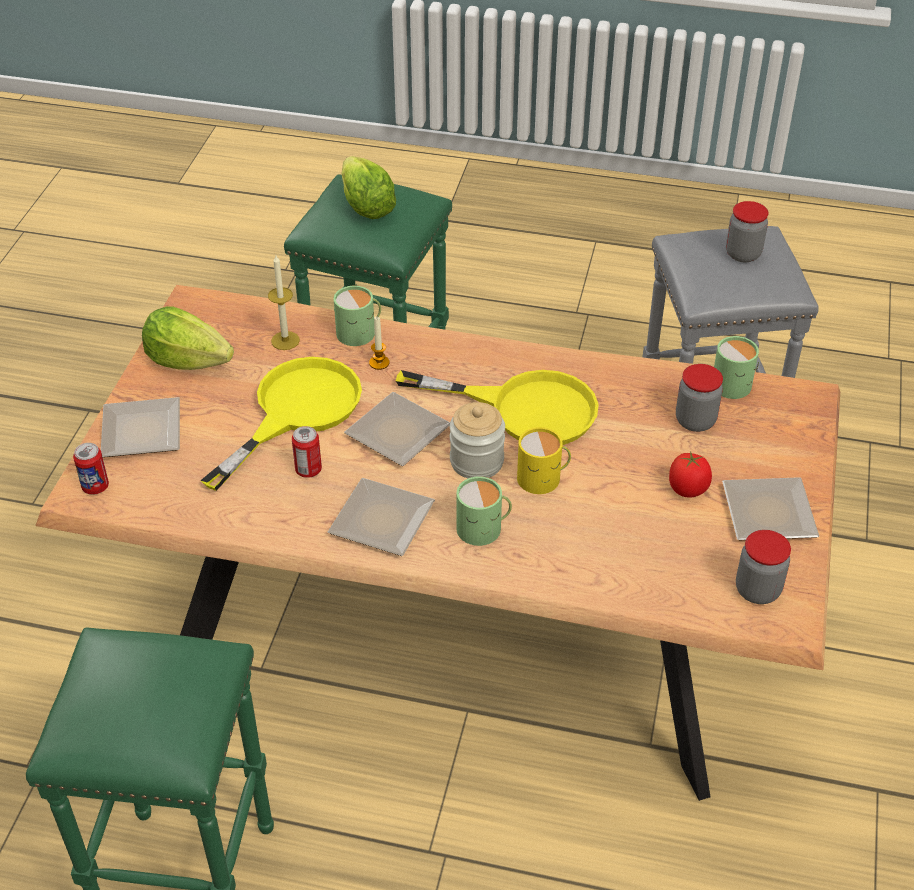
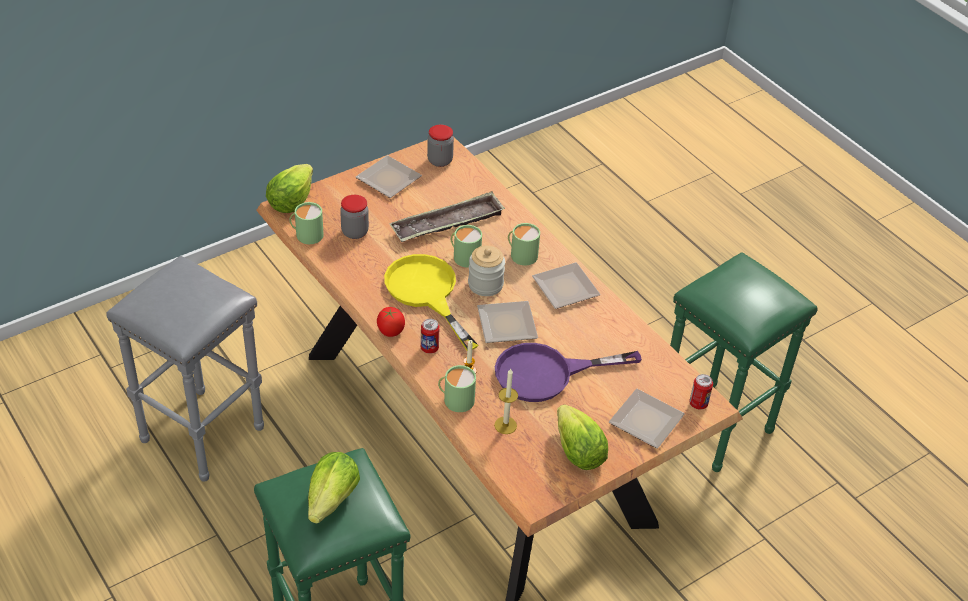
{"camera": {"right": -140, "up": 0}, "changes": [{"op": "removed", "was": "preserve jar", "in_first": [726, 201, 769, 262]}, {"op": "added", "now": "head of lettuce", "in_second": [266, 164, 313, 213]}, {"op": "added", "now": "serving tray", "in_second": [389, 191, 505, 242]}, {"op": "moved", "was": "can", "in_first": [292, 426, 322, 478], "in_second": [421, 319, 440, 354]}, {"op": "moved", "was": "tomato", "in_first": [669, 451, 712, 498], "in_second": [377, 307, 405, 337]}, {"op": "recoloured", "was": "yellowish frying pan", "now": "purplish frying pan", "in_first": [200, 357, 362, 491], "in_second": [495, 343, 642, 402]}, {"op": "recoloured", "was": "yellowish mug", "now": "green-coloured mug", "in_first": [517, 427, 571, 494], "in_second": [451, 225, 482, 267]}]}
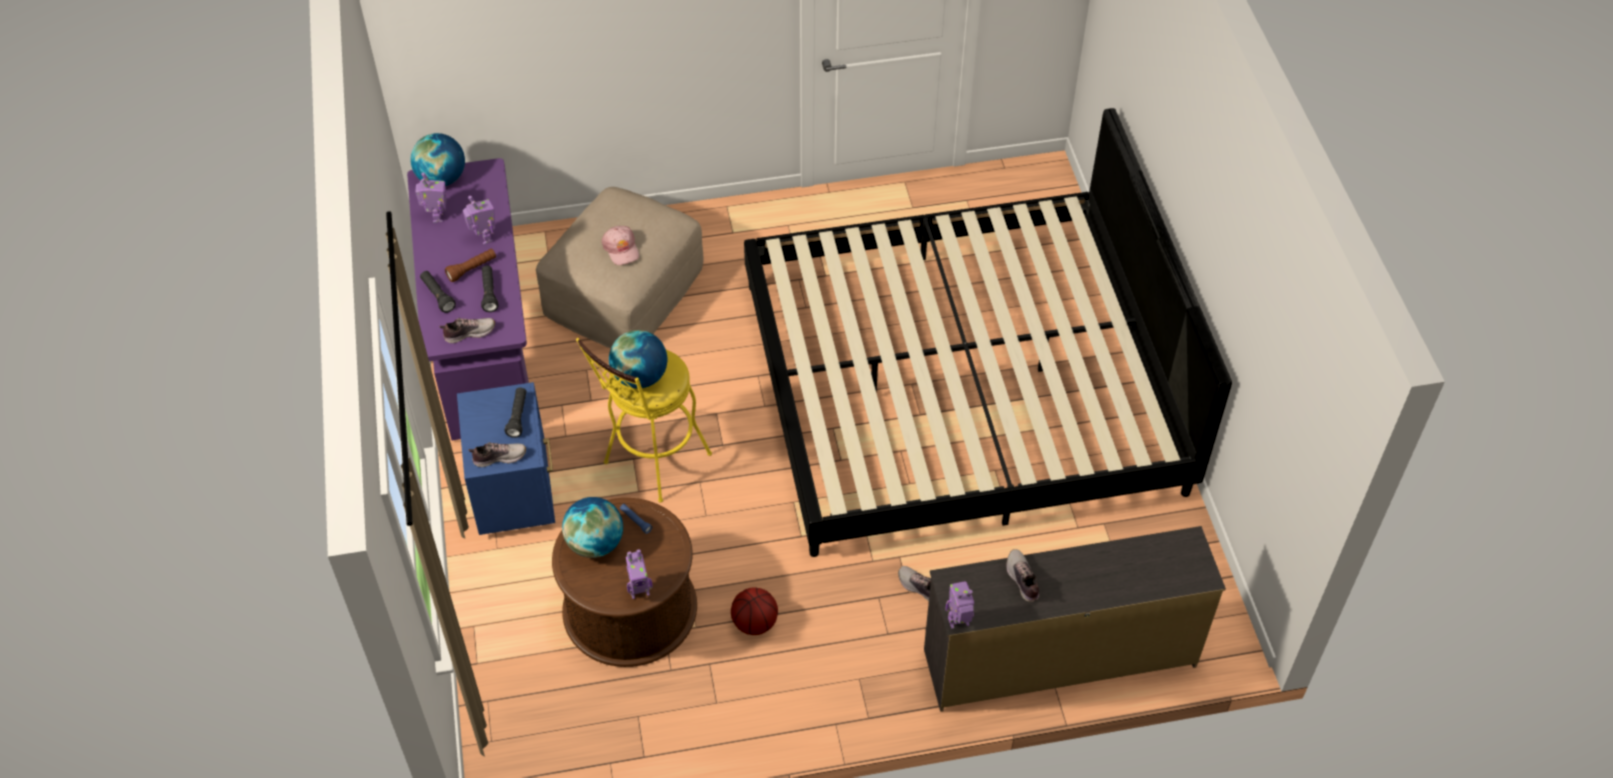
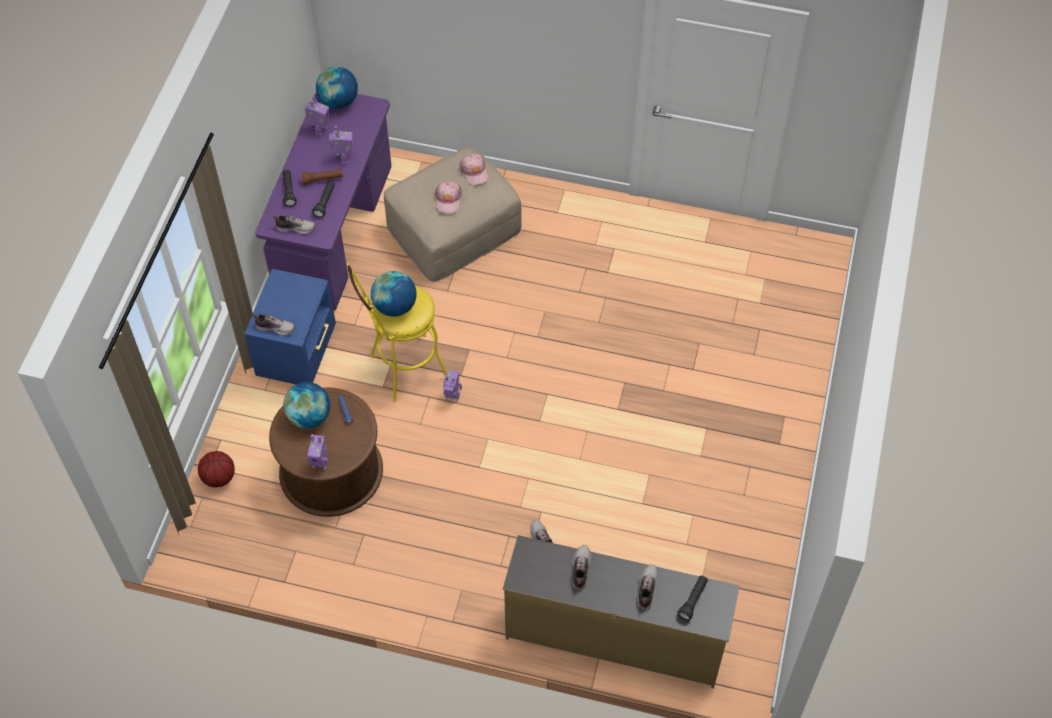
{"camera": {"right": 25, "up": 5}, "changes": [{"op": "removed", "was": "sleeping bed", "in_first": [744, 108, 1232, 557]}, {"op": "added", "now": "pink-coloured baseball cap", "in_second": [459, 154, 489, 185]}, {"op": "added", "now": "item of footwear", "in_second": [638, 565, 658, 609]}, {"op": "moved", "was": "blackish flashlight", "in_first": [505, 388, 526, 438], "in_second": [678, 576, 708, 621]}, {"op": "moved", "was": "ball for basketball", "in_first": [731, 587, 778, 635], "in_second": [198, 451, 235, 487]}, {"op": "moved", "was": "toy robot", "in_first": [945, 581, 974, 629], "in_second": [443, 370, 462, 402]}]}
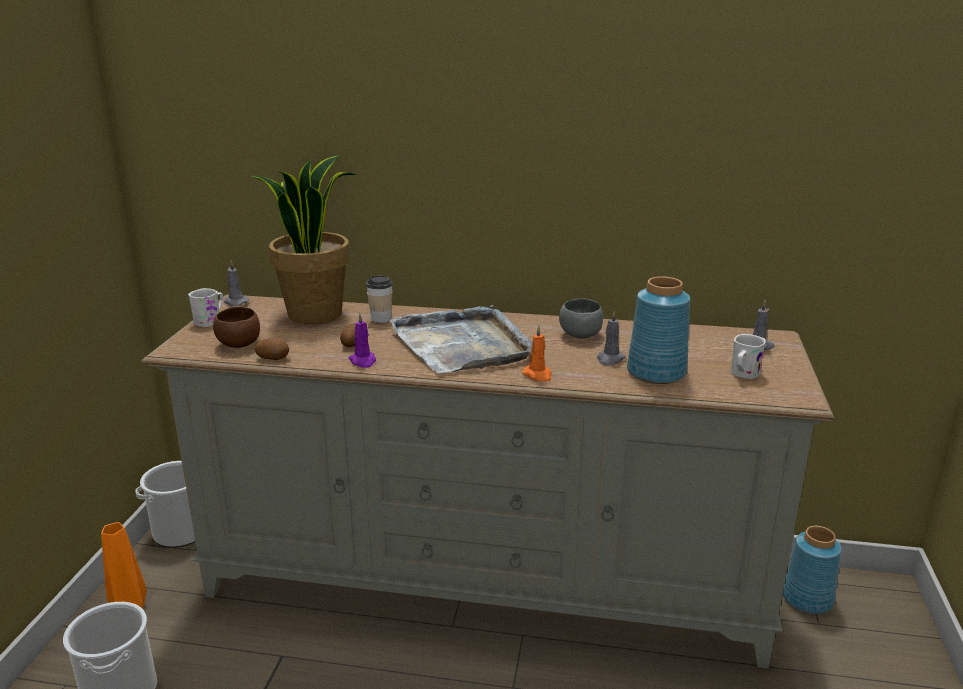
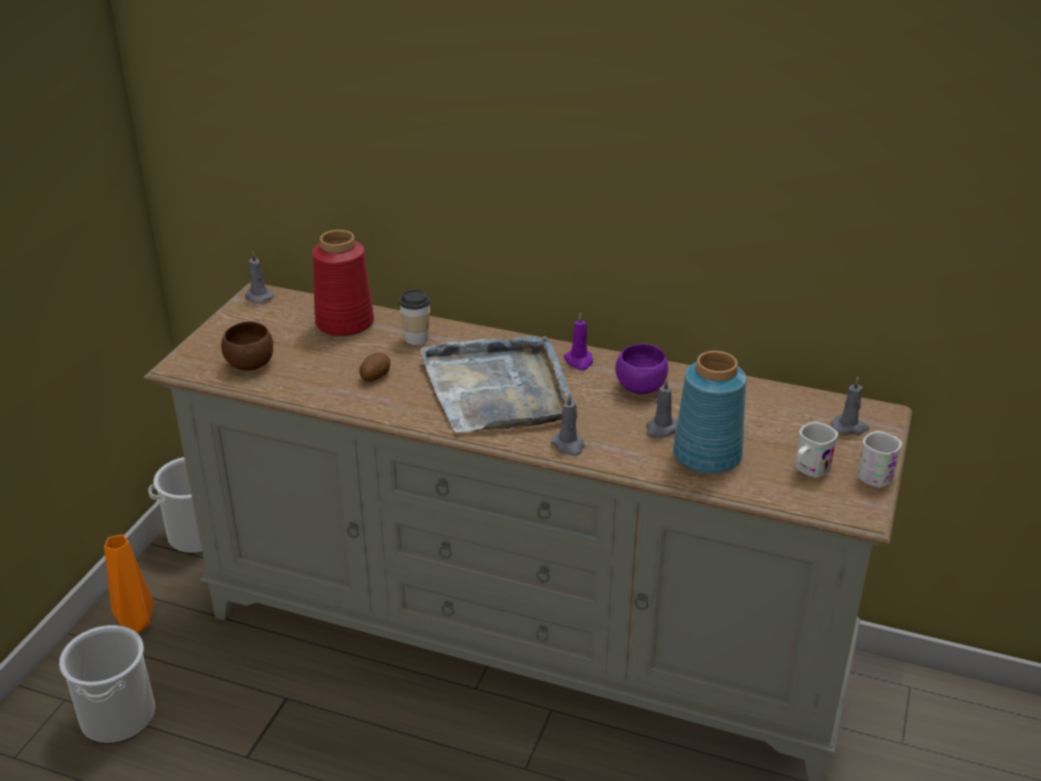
{"camera": {"right": 10, "up": 10}, "changes": [{"op": "removed", "was": "potato", "in_first": [255, 337, 289, 360]}, {"op": "removed", "was": "blue vase", "in_first": [783, 526, 842, 614]}, {"op": "moved", "was": "whitish mug", "in_first": [188, 288, 224, 327], "in_second": [857, 431, 902, 487]}, {"op": "moved", "was": "purplish wax candle", "in_first": [348, 313, 376, 368], "in_second": [564, 312, 593, 370]}, {"op": "replaced", "was": "plant in a pot", "now": "red-coloured vase", "in_first": [252, 155, 357, 324], "in_second": [312, 230, 374, 336]}, {"op": "recoloured", "was": "orange wax candle", "now": "greyish wax candle", "in_first": [522, 325, 552, 382], "in_second": [551, 393, 585, 456]}, {"op": "recoloured", "was": "greyish deep dish", "now": "purplish deep dish", "in_first": [559, 298, 603, 338], "in_second": [616, 344, 668, 394]}]}
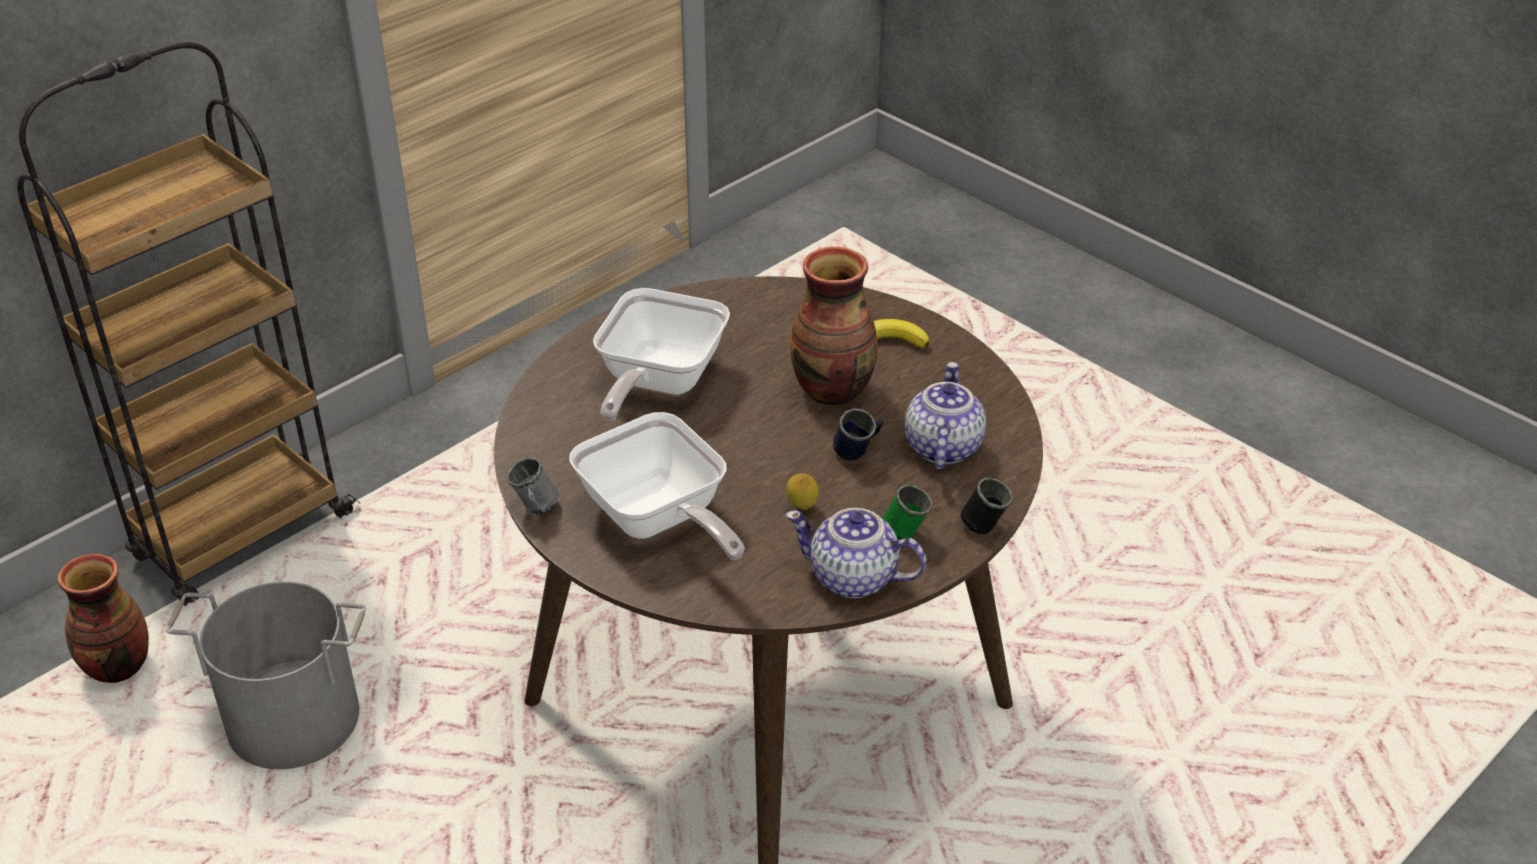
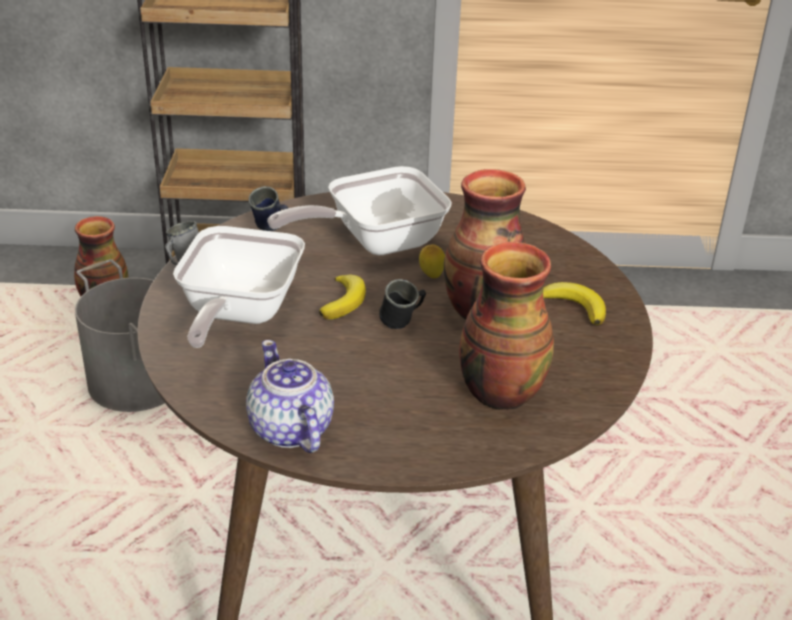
{"camera": {"right": 45, "up": -5}, "changes": [{"op": "removed", "was": "green-coloured mug", "in_first": [882, 484, 932, 540]}, {"op": "added", "now": "banana", "in_second": [319, 275, 366, 319]}, {"op": "moved", "was": "citrus fruit", "in_first": [787, 473, 818, 510], "in_second": [419, 245, 445, 278]}, {"op": "moved", "was": "blue mug", "in_first": [833, 408, 883, 460], "in_second": [248, 186, 288, 231]}, {"op": "moved", "was": "blackish mug", "in_first": [961, 478, 1013, 534], "in_second": [379, 279, 426, 329]}, {"op": "replaced", "was": "tea pot", "now": "vase", "in_first": [905, 362, 986, 470], "in_second": [459, 242, 554, 410]}]}
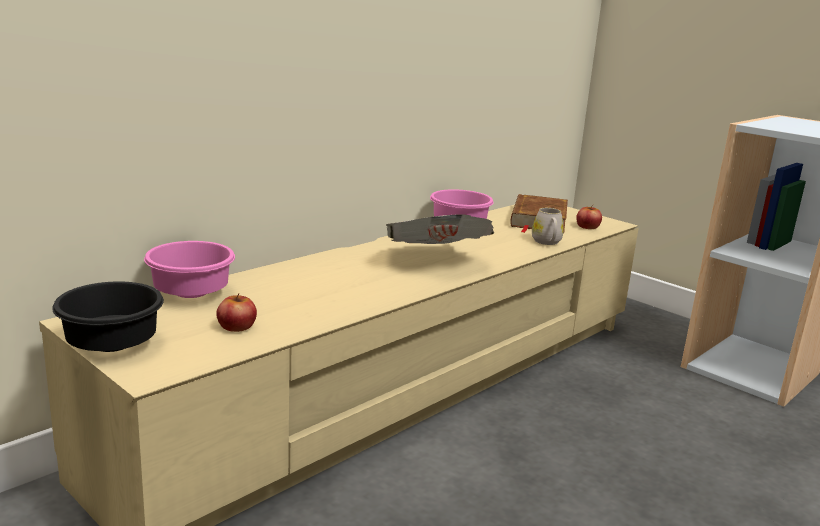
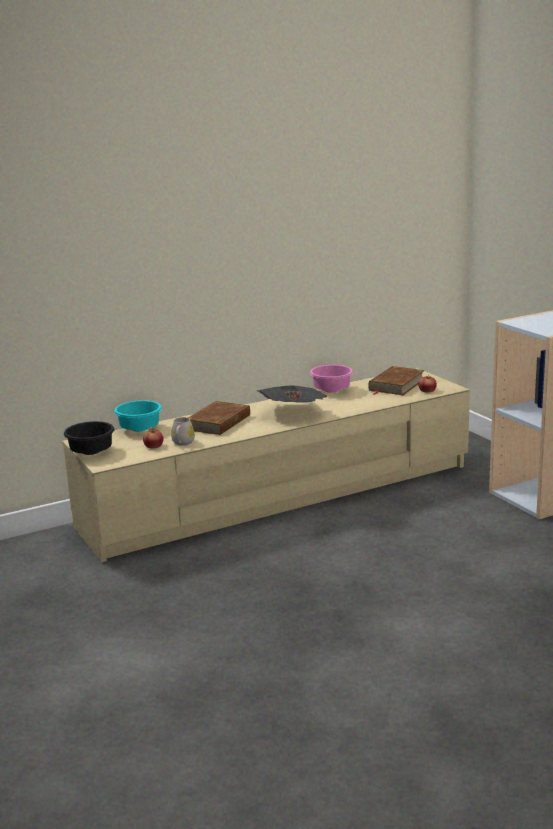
{"camera": {"right": 20, "up": 0}, "changes": [{"op": "added", "now": "brown-coloured book", "in_second": [188, 401, 250, 435]}, {"op": "moved", "was": "whitish mug", "in_first": [532, 208, 564, 245], "in_second": [171, 417, 195, 446]}, {"op": "recoloured", "was": "pink-coloured deep dish", "now": "turquoise-coloured deep dish", "in_first": [144, 241, 235, 298], "in_second": [114, 400, 162, 432]}]}
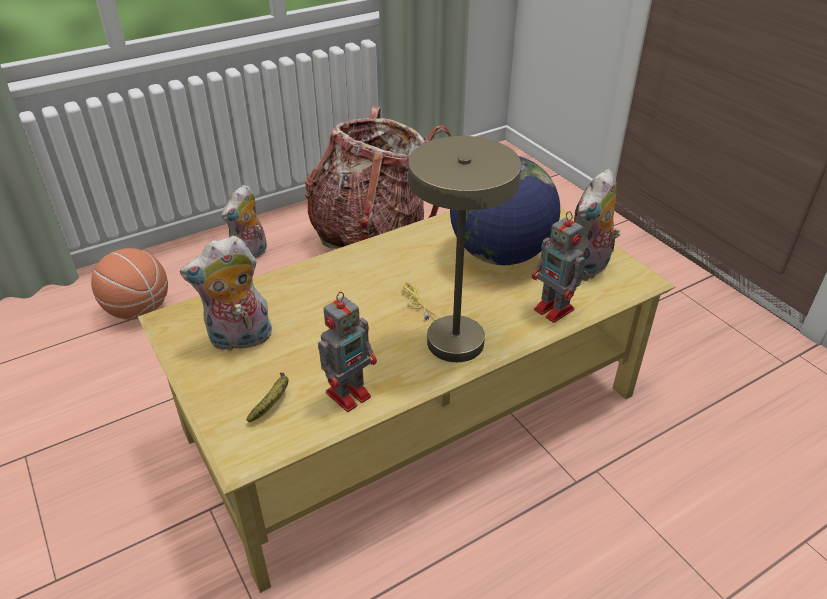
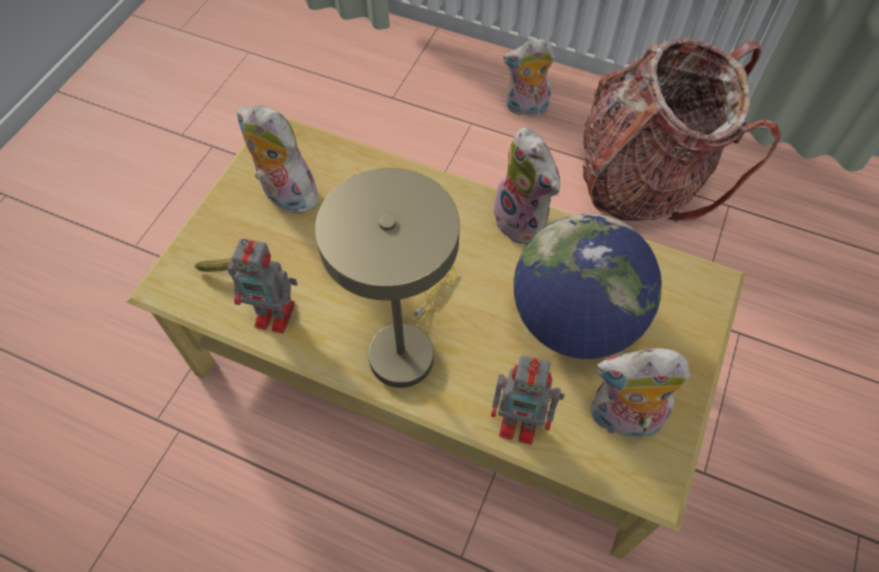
{"camera": {"right": 55, "up": 20}, "changes": [{"op": "removed", "was": "ball for basketball", "in_first": [91, 248, 168, 320]}, {"op": "added", "now": "cuddly toy", "in_second": [490, 128, 560, 244]}, {"op": "turned", "was": "toy robot", "in_first": [532, 211, 589, 323], "in_second": [491, 355, 565, 445], "clockwise": -90}]}
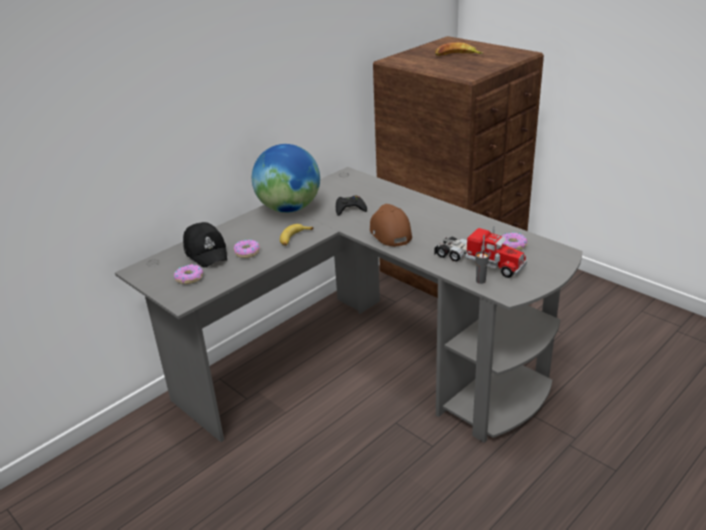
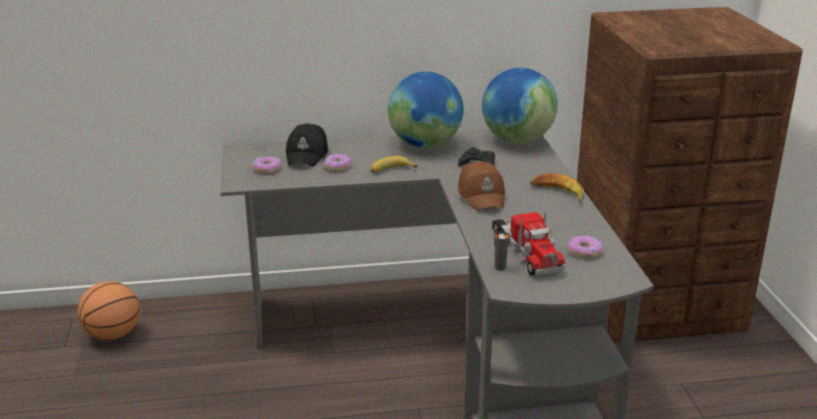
{"camera": {"right": 35, "up": -5}, "changes": [{"op": "added", "now": "ball for basketball", "in_second": [77, 281, 140, 340]}, {"op": "added", "now": "world globe", "in_second": [482, 68, 558, 143]}, {"op": "moved", "was": "banana", "in_first": [435, 42, 483, 56], "in_second": [530, 173, 584, 202]}, {"op": "turned", "was": "brown-coloured baseball cap", "in_first": [370, 204, 412, 247], "in_second": [458, 162, 505, 211], "clockwise": 150}]}
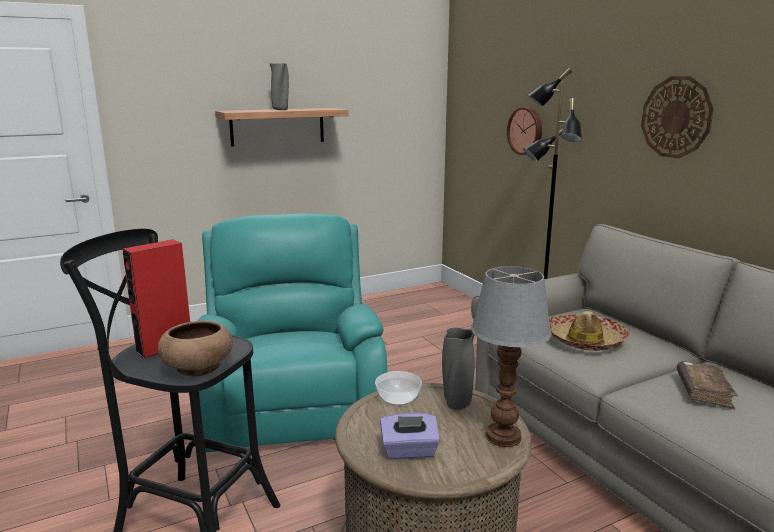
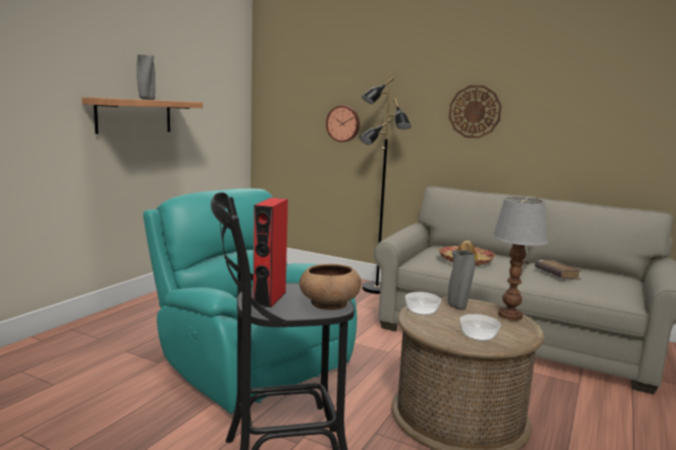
{"camera": {"right": -35, "up": -5}, "changes": [{"op": "replaced", "was": "purplish tissue box", "now": "deep dish", "in_first": [380, 413, 440, 460], "in_second": [460, 314, 501, 341]}]}
